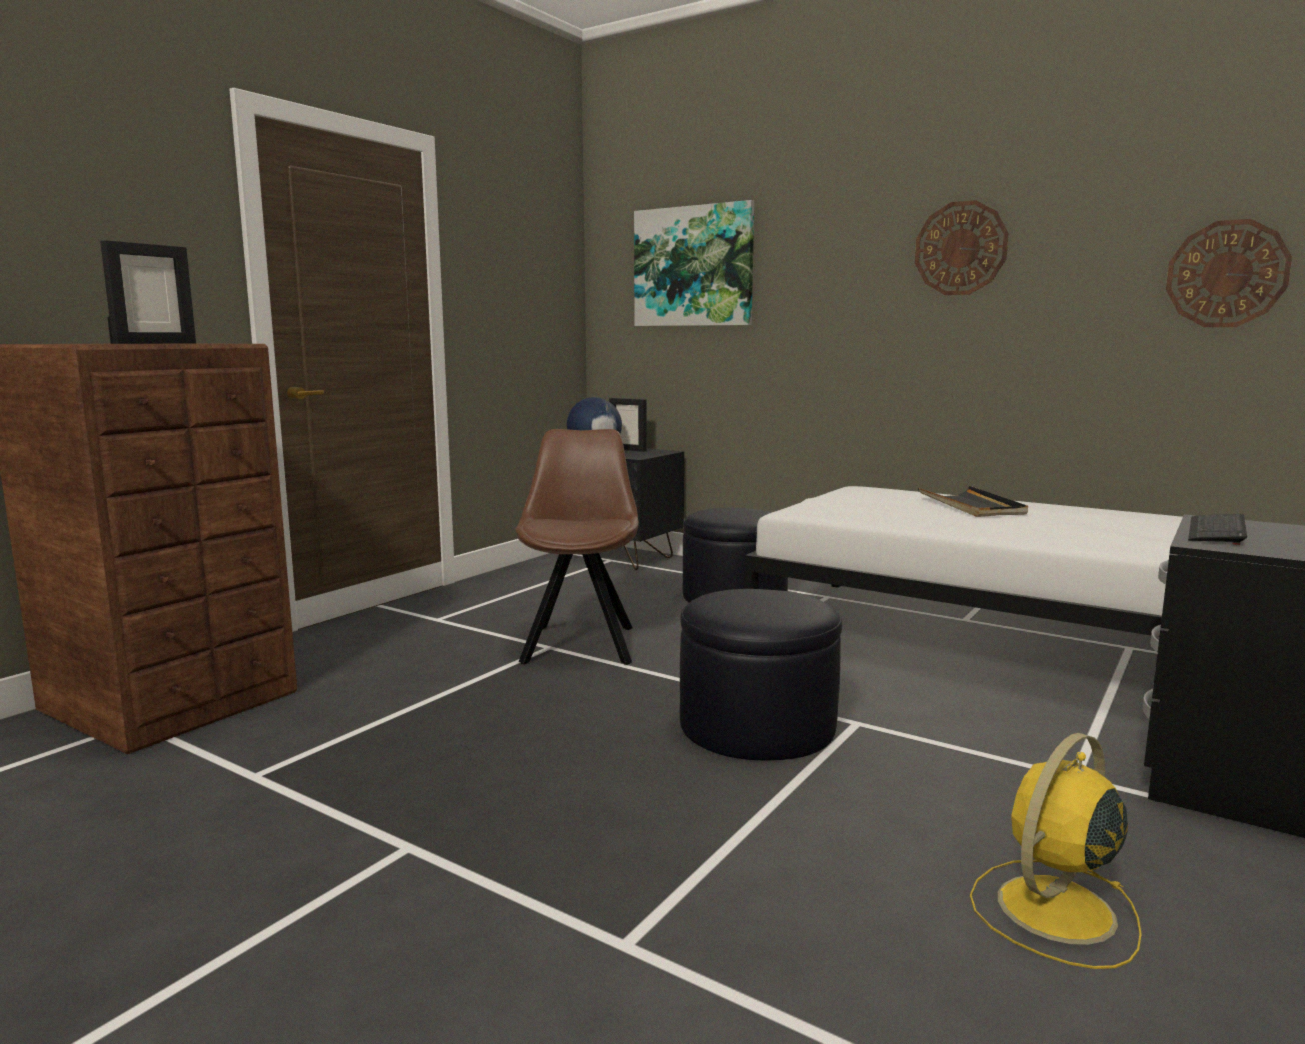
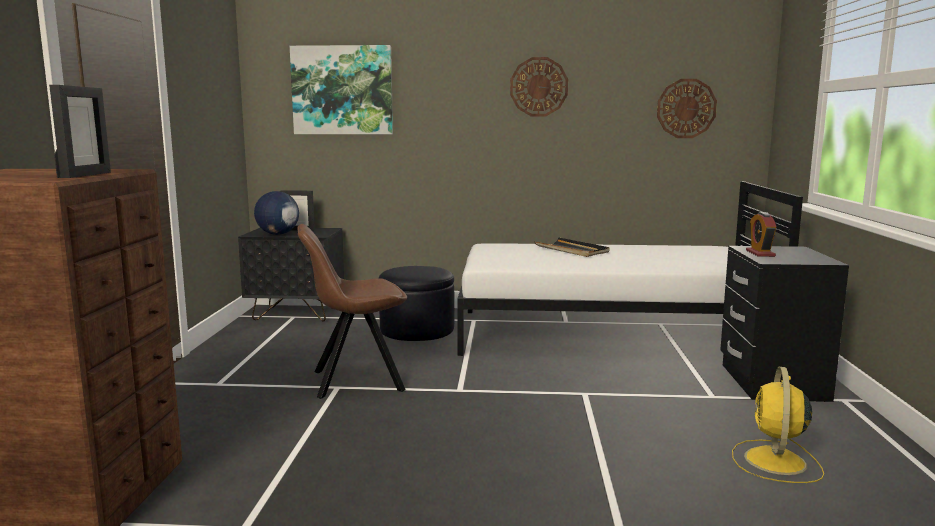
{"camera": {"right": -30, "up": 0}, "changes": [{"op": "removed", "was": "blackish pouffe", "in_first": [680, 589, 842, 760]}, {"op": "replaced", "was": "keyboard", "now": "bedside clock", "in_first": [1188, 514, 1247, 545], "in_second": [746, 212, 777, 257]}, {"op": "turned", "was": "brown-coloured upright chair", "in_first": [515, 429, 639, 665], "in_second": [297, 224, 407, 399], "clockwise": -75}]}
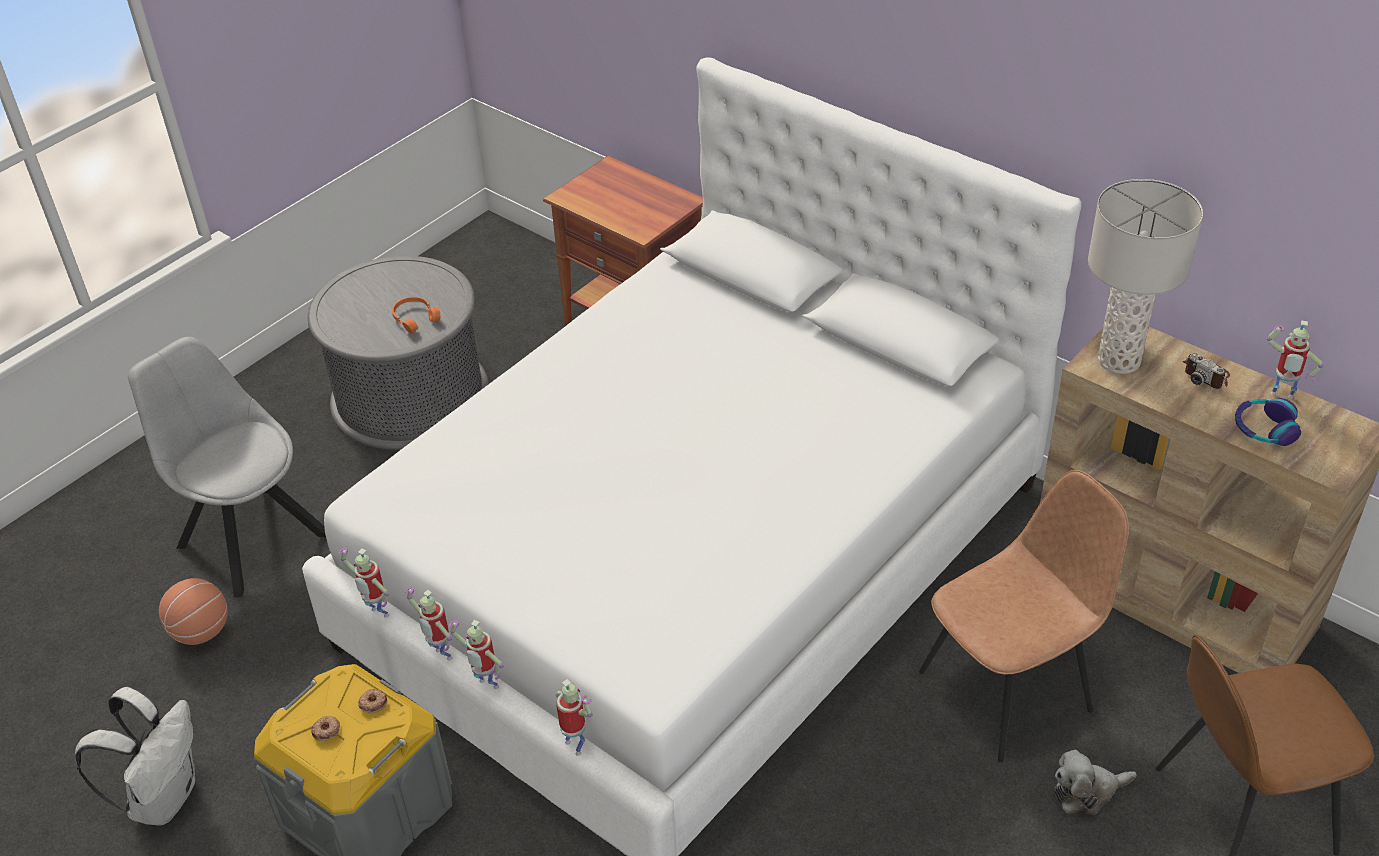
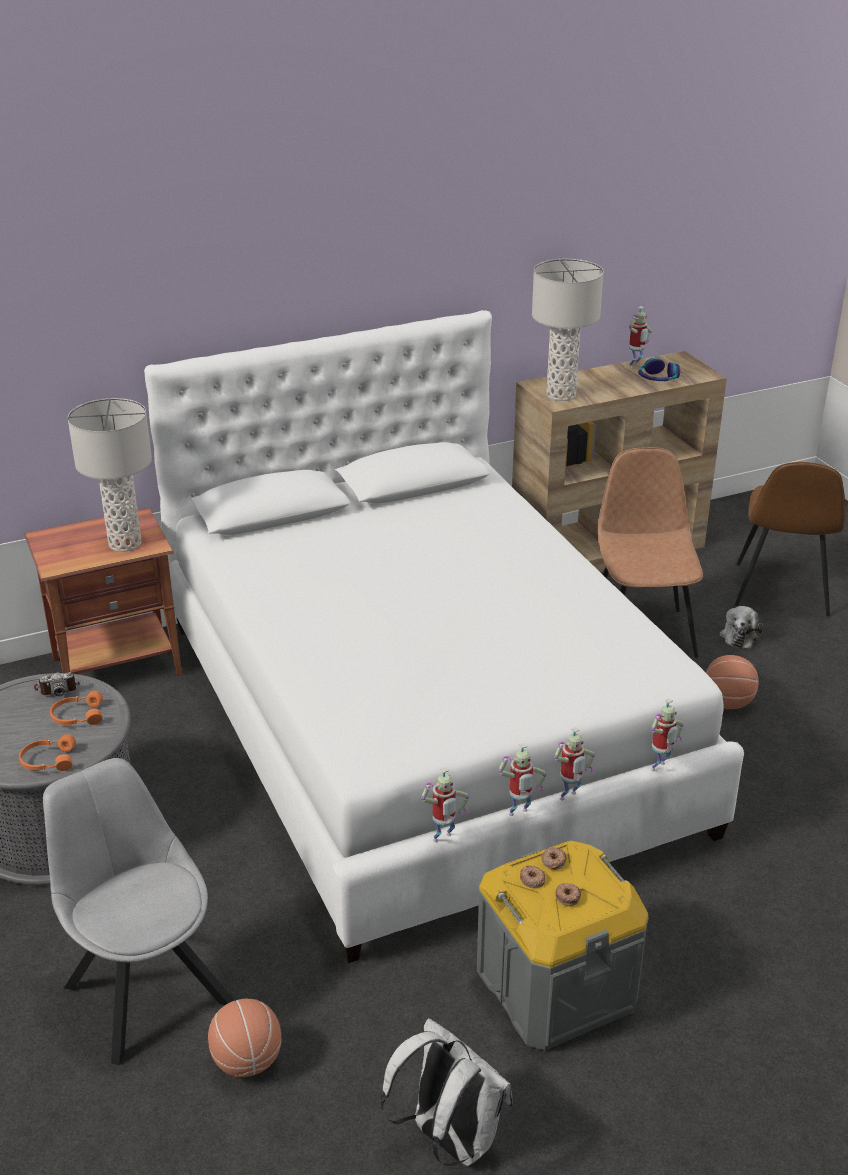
{"camera": {"right": -65, "up": -10}, "changes": [{"op": "added", "now": "orange pair of headphones", "in_second": [19, 734, 76, 771]}, {"op": "added", "now": "whitish table lamp", "in_second": [68, 398, 152, 552]}, {"op": "added", "now": "donut", "in_second": [520, 865, 545, 888]}, {"op": "added", "now": "ball for basketball", "in_second": [706, 655, 759, 709]}, {"op": "moved", "was": "photo camera", "in_first": [1183, 353, 1230, 389], "in_second": [34, 672, 80, 697]}, {"op": "turned", "was": "greyish upright chair", "in_first": [128, 337, 326, 597], "in_second": [43, 758, 233, 1065], "clockwise": 75}, {"op": "turned", "was": "toy robot", "in_first": [556, 679, 592, 756], "in_second": [651, 698, 684, 772], "clockwise": 150}]}
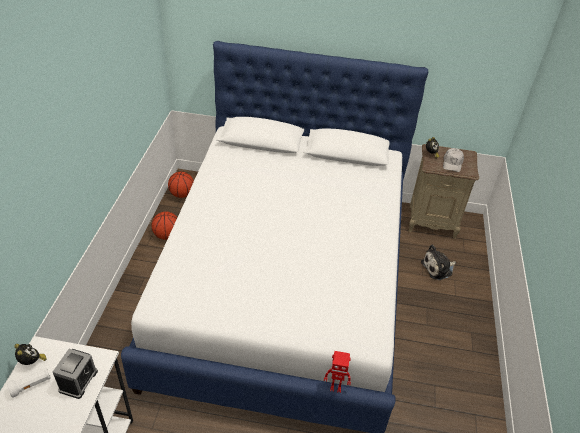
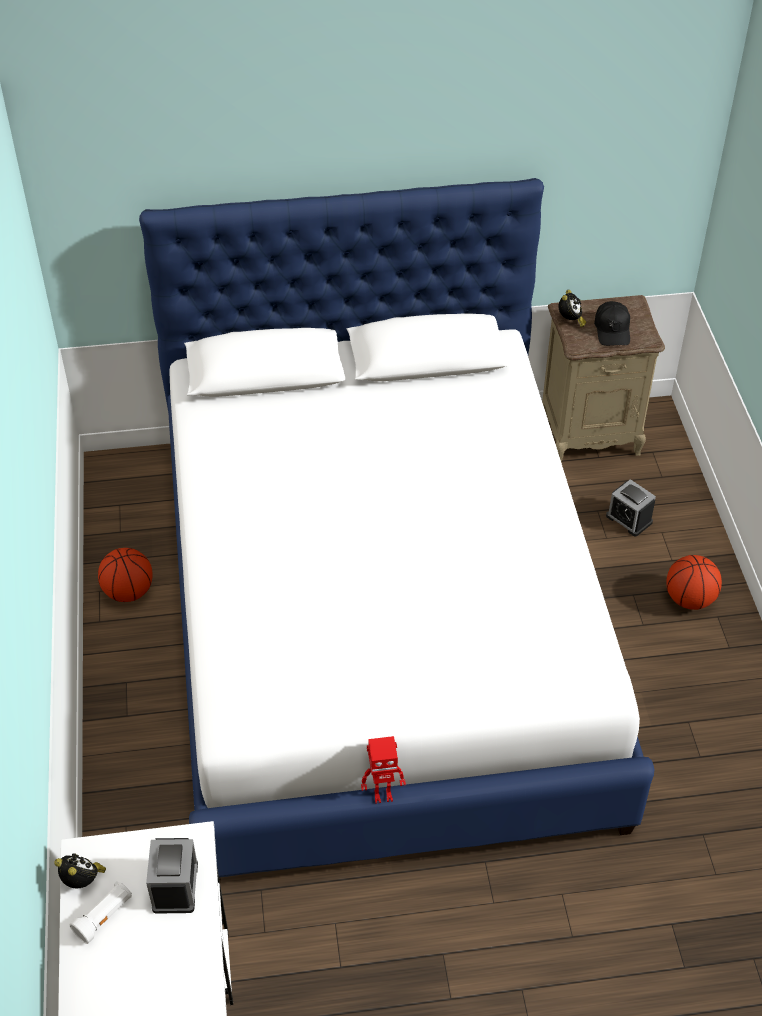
{"camera": {"right": -15, "up": 5}, "changes": [{"op": "moved", "was": "ball for basketball", "in_first": [168, 172, 194, 198], "in_second": [666, 555, 722, 610]}, {"op": "moved", "was": "toy robot", "in_first": [324, 351, 351, 393], "in_second": [361, 736, 406, 804]}, {"op": "replaced", "was": "cuddly toy", "now": "bedside clock", "in_first": [421, 245, 456, 280], "in_second": [606, 479, 656, 536]}, {"op": "recoloured", "was": "whitish baseball cap", "now": "blackish baseball cap", "in_first": [443, 148, 464, 172], "in_second": [594, 301, 630, 346]}]}
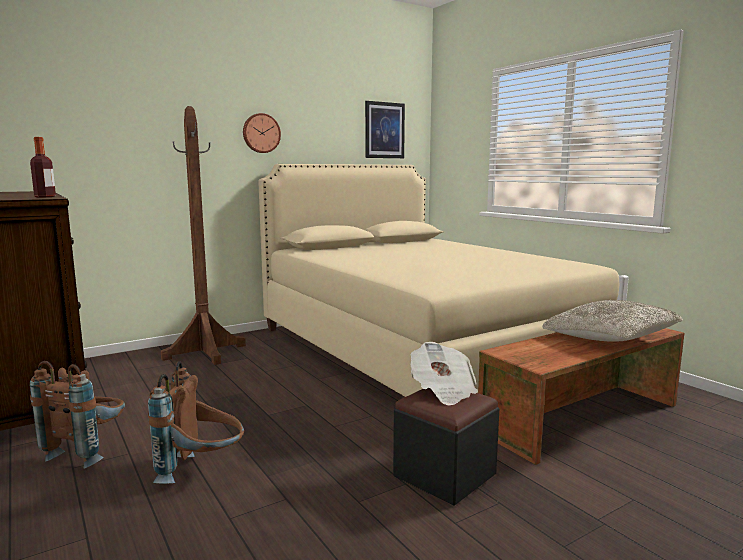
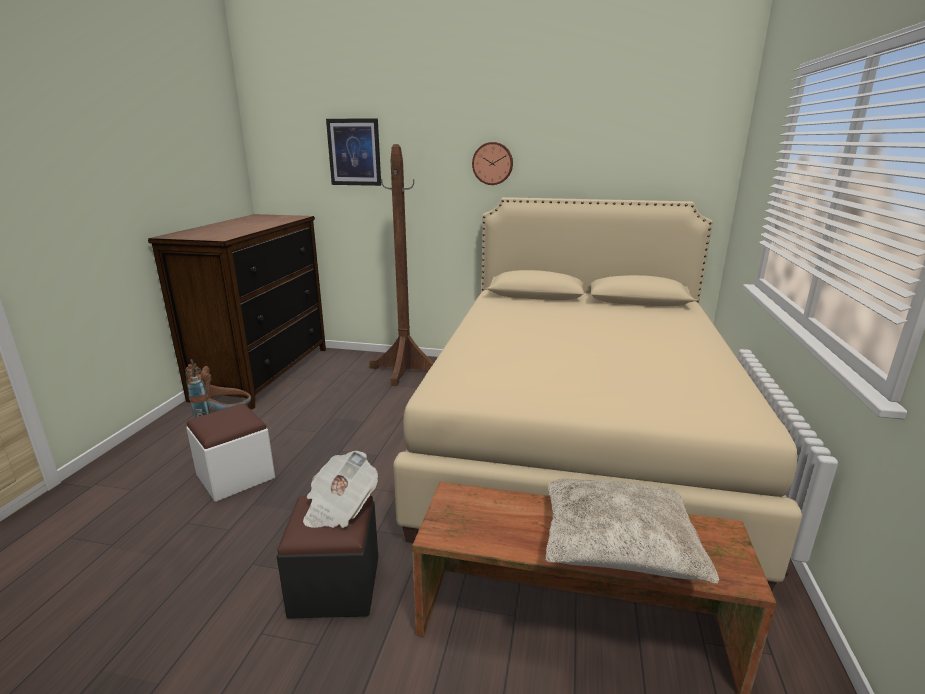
{"camera": {"right": 45, "up": 10}, "changes": [{"op": "removed", "was": "bottle", "in_first": [30, 137, 56, 197]}, {"op": "moved", "was": "wall picture", "in_first": [365, 101, 405, 158], "in_second": [326, 118, 381, 186]}, {"op": "replaced", "was": "brown-coloured rucksack", "now": "whitish pouffe", "in_first": [148, 361, 244, 483], "in_second": [186, 404, 275, 502]}]}
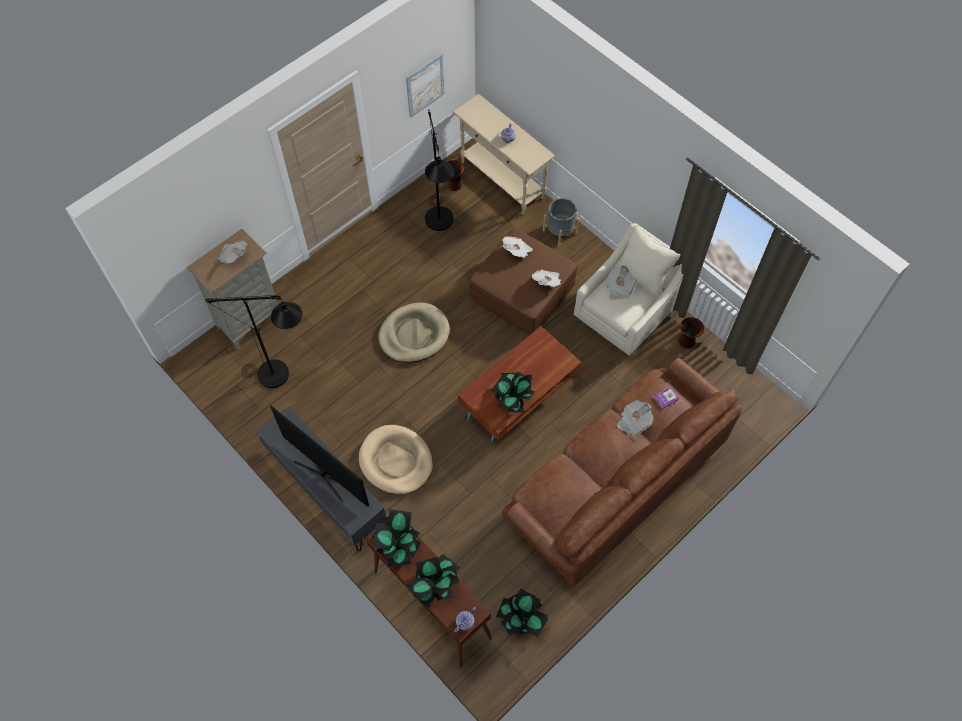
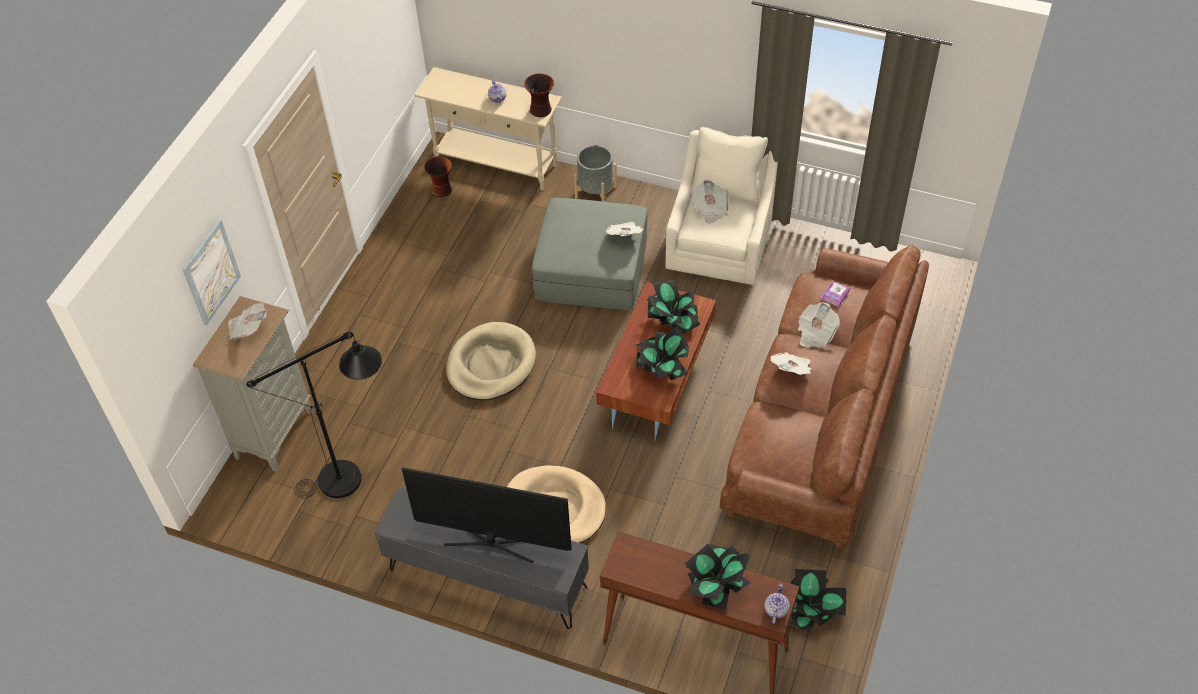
{"camera": {"right": -25, "up": -10}, "changes": [{"op": "removed", "was": "blackish floor lamp", "in_first": [425, 110, 454, 231]}, {"op": "moved", "was": "plant in a pot", "in_first": [371, 509, 421, 567], "in_second": [647, 280, 700, 335]}, {"op": "moved", "was": "wall picture", "in_first": [406, 53, 445, 118], "in_second": [182, 219, 241, 326]}, {"op": "moved", "was": "newspaper", "in_first": [502, 236, 533, 258], "in_second": [771, 352, 811, 375]}, {"op": "moved", "was": "vase", "in_first": [678, 317, 704, 349], "in_second": [524, 73, 554, 118]}, {"op": "recoloured", "was": "brown-coloured pouffe", "now": "greyish pouffe", "in_first": [470, 229, 577, 335], "in_second": [532, 198, 647, 310]}]}
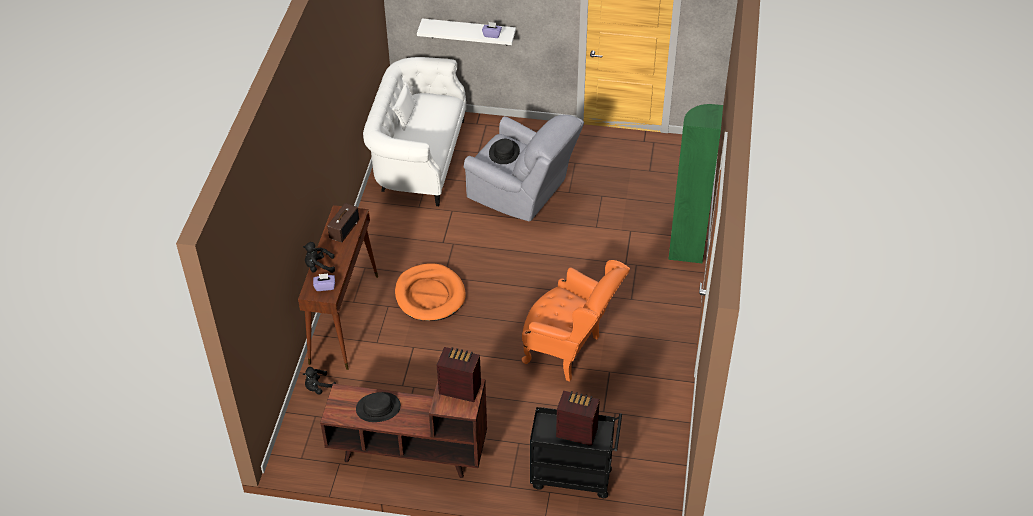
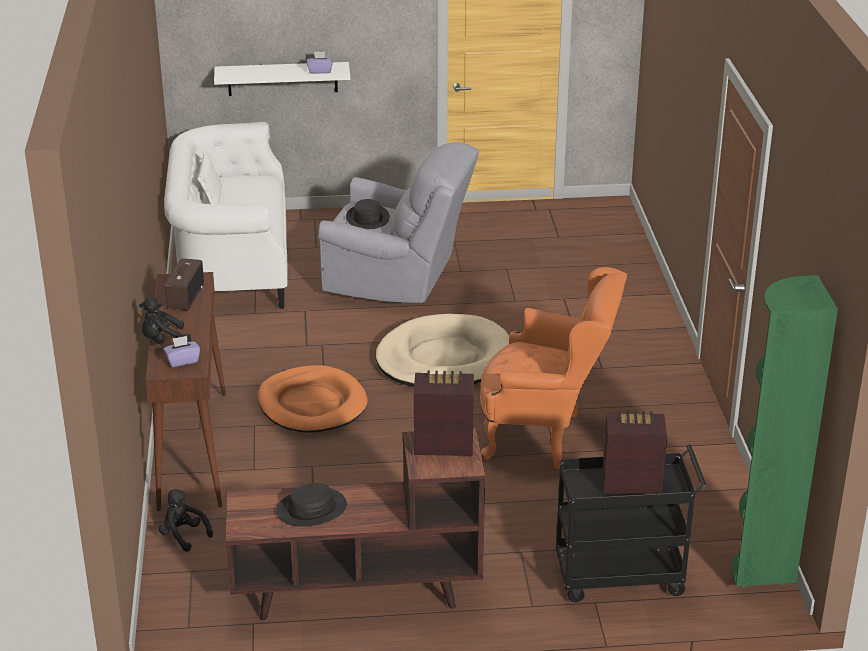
{"camera": {"right": -15, "up": -15}, "changes": [{"op": "added", "now": "beige pet bed", "in_second": [376, 314, 509, 387]}, {"op": "moved", "was": "green-coloured shelving unit", "in_first": [668, 104, 723, 263], "in_second": [731, 275, 838, 587]}, {"op": "turned", "was": "blackish cuddly toy", "in_first": [303, 367, 336, 395], "in_second": [159, 489, 213, 552], "clockwise": 90}]}
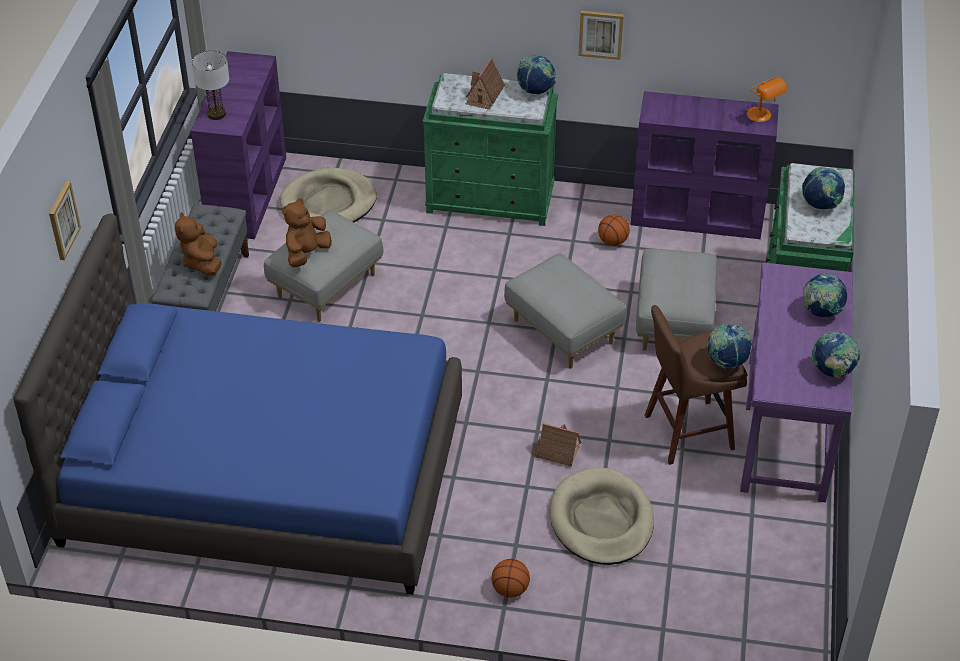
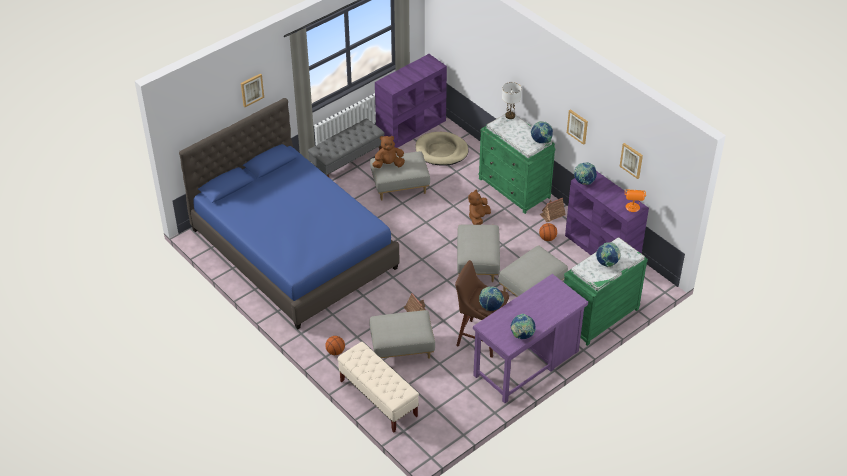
{"camera": {"right": 40, "up": 0}, "changes": [{"op": "added", "now": "beige bench", "in_second": [337, 342, 419, 433]}, {"op": "added", "now": "wall picture", "in_second": [620, 143, 643, 179]}, {"op": "moved", "was": "brown-coloured cuddly toy", "in_first": [175, 212, 221, 276], "in_second": [468, 189, 491, 225]}, {"op": "moved", "was": "table lamp", "in_first": [192, 50, 229, 120], "in_second": [502, 82, 521, 119]}, {"op": "moved", "was": "toy house", "in_first": [466, 57, 505, 110], "in_second": [540, 198, 566, 222]}, {"op": "moved", "was": "world globe", "in_first": [803, 273, 847, 317], "in_second": [574, 162, 597, 185]}, {"op": "replaced", "was": "beige pet bed", "now": "greyish pouffe", "in_first": [549, 467, 654, 565], "in_second": [369, 310, 435, 359]}]}
